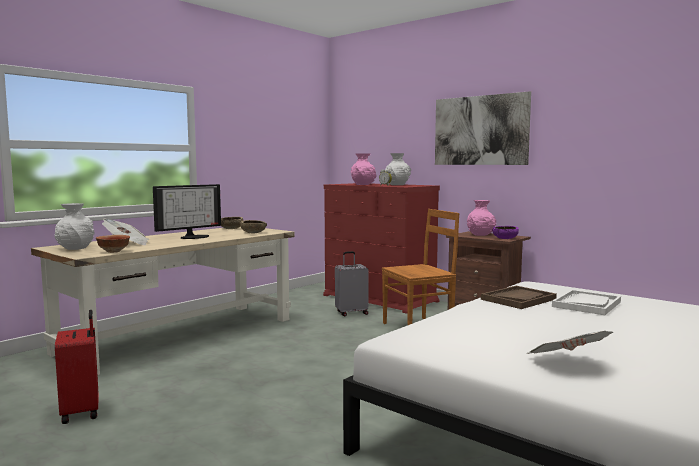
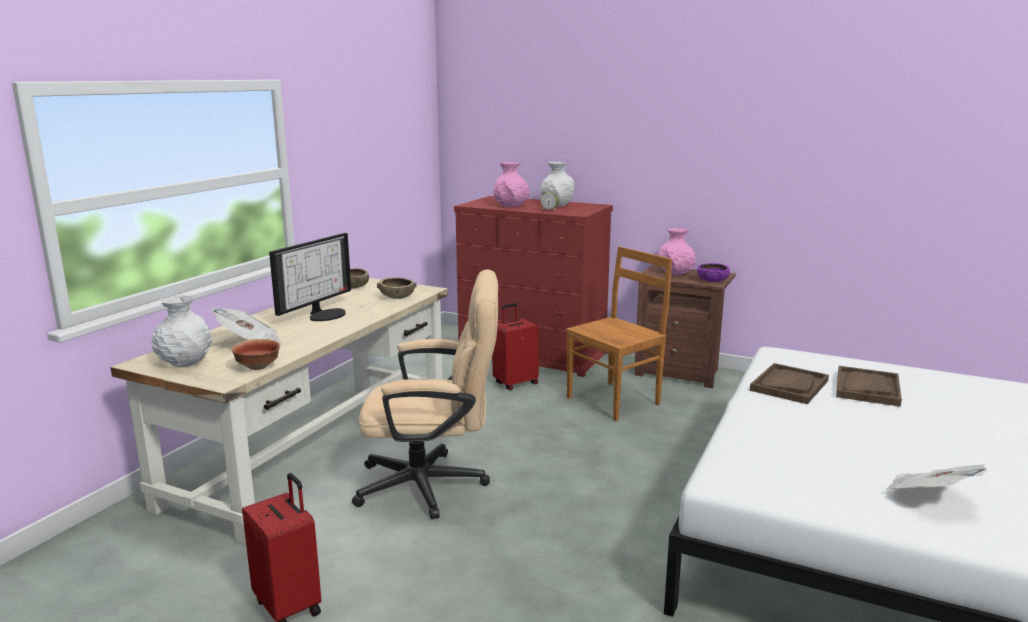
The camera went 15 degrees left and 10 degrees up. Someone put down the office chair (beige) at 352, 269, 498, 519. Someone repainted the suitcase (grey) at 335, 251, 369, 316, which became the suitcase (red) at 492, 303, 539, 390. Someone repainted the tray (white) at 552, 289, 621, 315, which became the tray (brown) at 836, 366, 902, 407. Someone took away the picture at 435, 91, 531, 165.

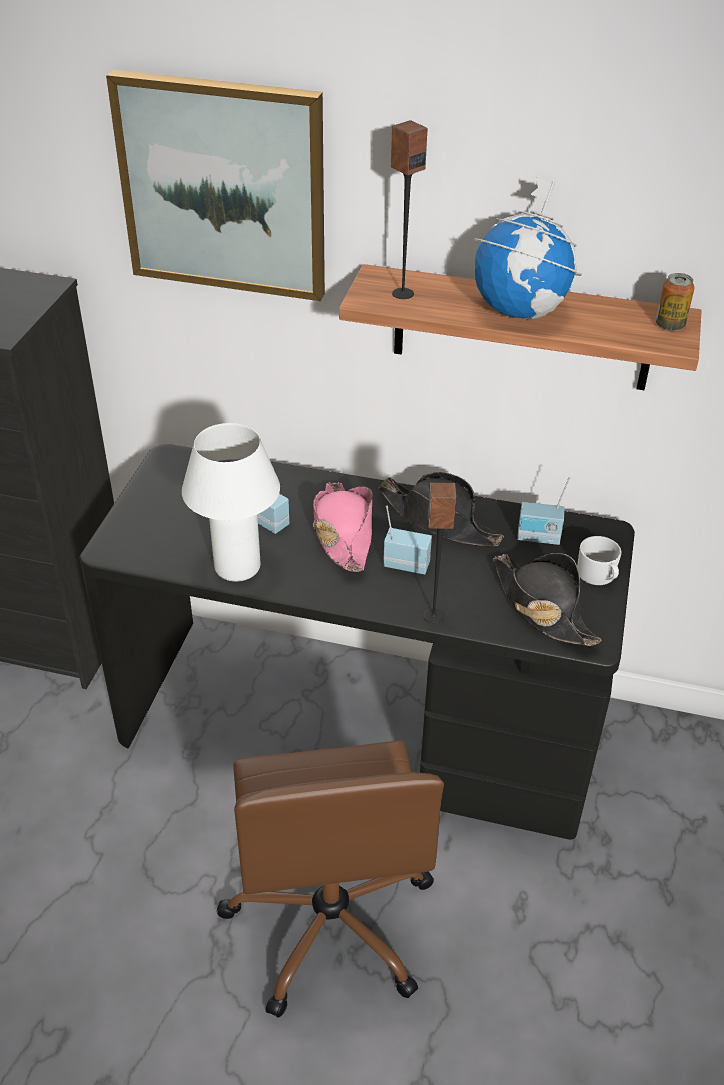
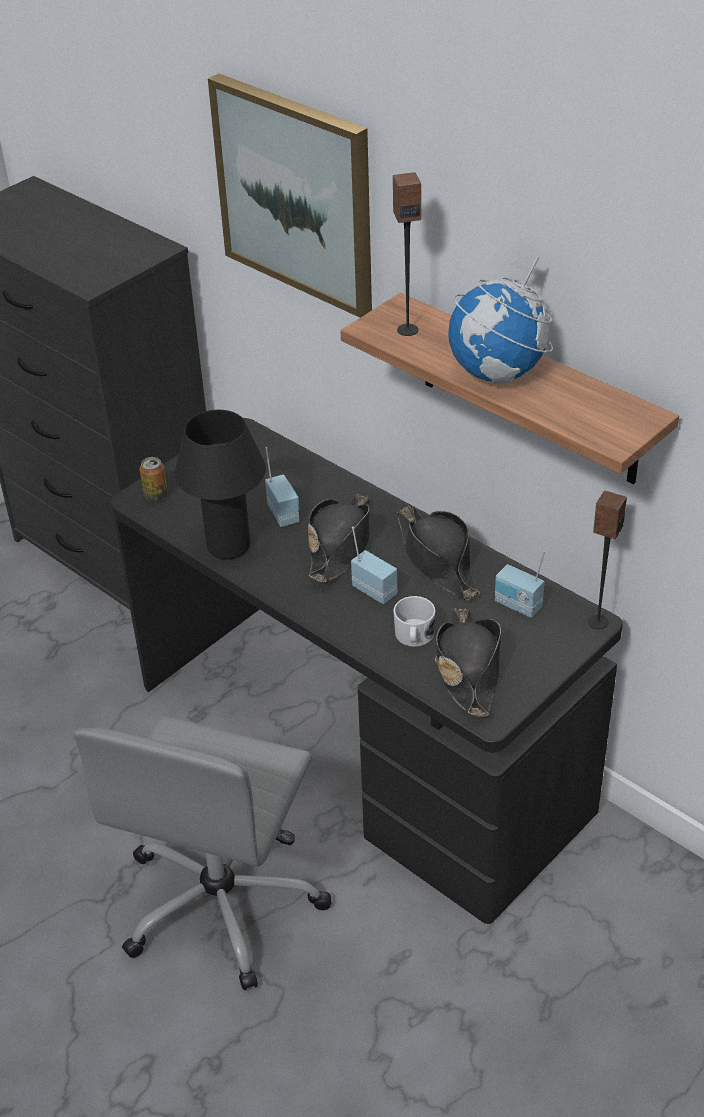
The camera went 30 degrees right and 0 degrees up. Someone repainted the office chair (brown) at 217, 740, 444, 1017, which became the office chair (grey) at 73, 716, 331, 990. Someone carried the can from 656, 273, 694, 331 to 140, 457, 168, 502. Someone repainted the table lamp (white) at 182, 423, 280, 582, which became the table lamp (black) at 174, 410, 266, 560. Someone repainted the hat (pink) at 313, 482, 373, 572, which became the hat (black) at 308, 494, 370, 582. Someone carried the mug (white) from 577, 536, 621, 585 to 393, 596, 436, 647. Someone carried the speaker from 423, 482, 456, 623 to 588, 491, 627, 629.

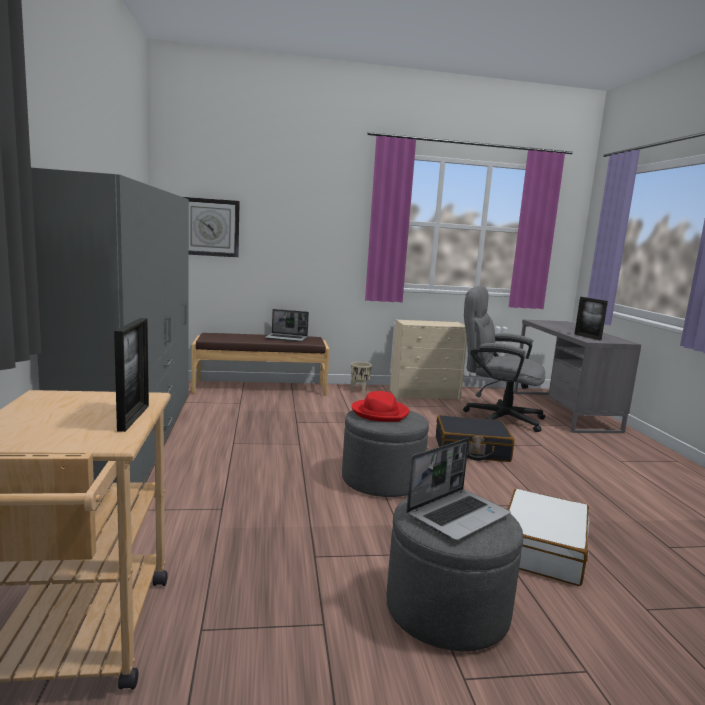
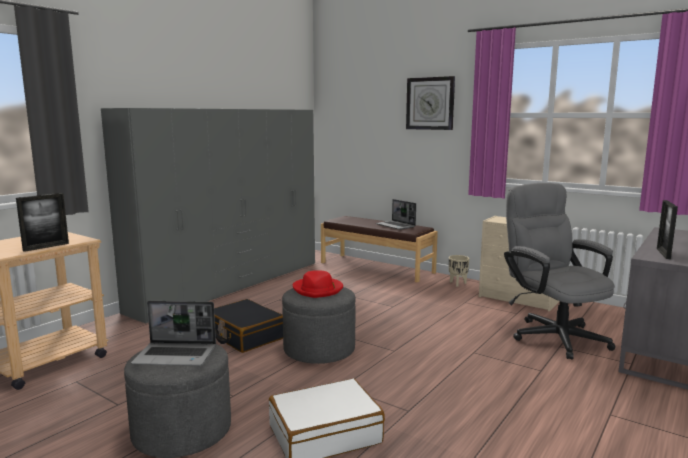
The camera went 45 degrees right and 0 degrees up. Someone carried the suitcase (black) from 436, 415, 515, 462 to 214, 299, 283, 353. Someone carried the wall clock from 184, 197, 240, 257 to 406, 76, 455, 130.

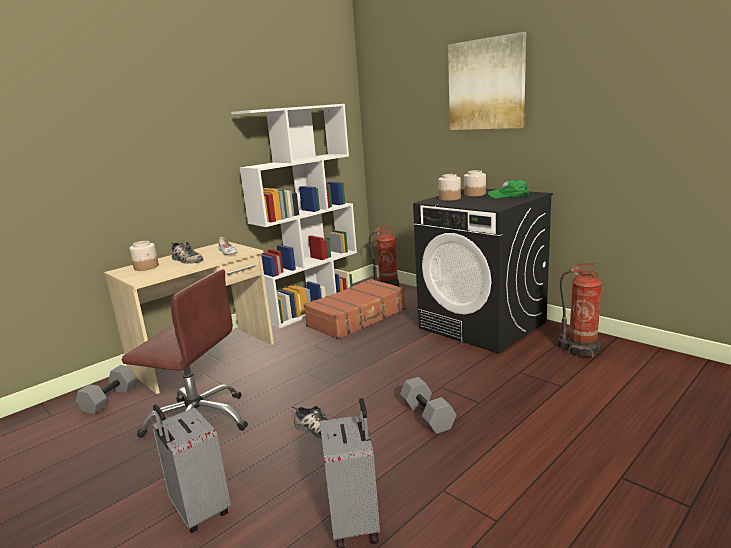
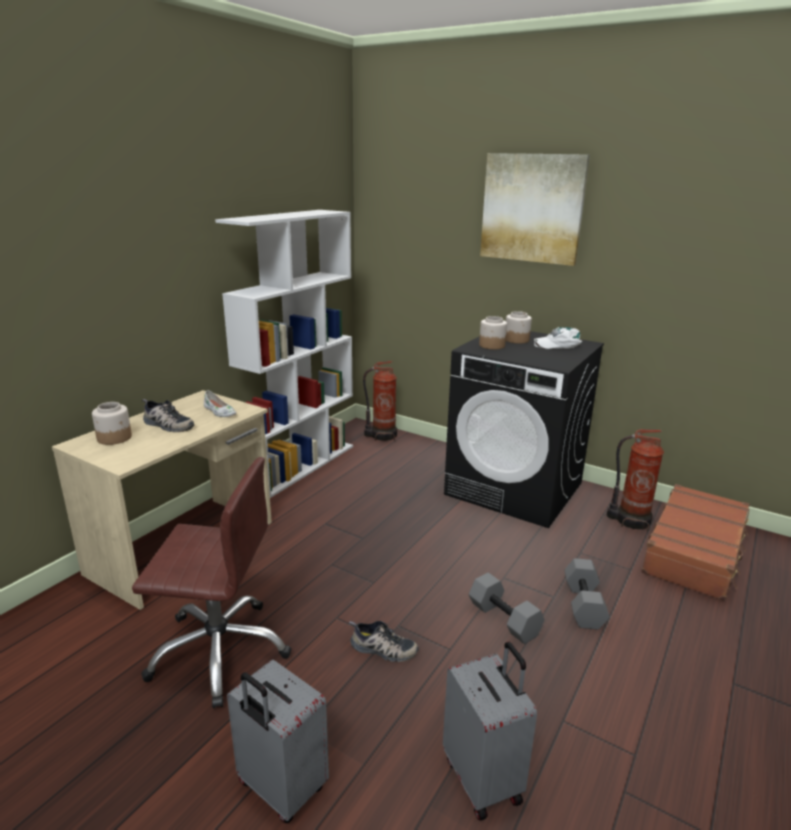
The camera went 15 degrees left and 5 degrees up. Someone repainted the cap (green) at 487, 180, 529, 198, which became the cap (white) at 533, 327, 582, 349. Someone carried the dumbbell (grey) from 76, 365, 137, 415 to 564, 558, 610, 630. Someone carried the suitcase (brown) from 304, 279, 406, 340 to 641, 484, 750, 601.

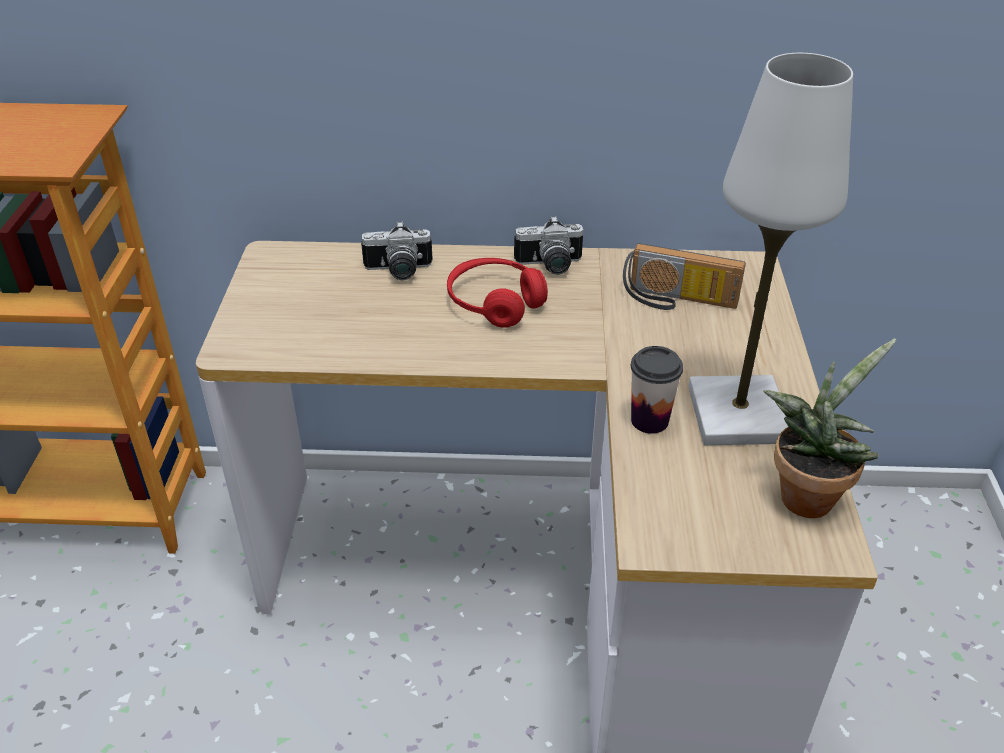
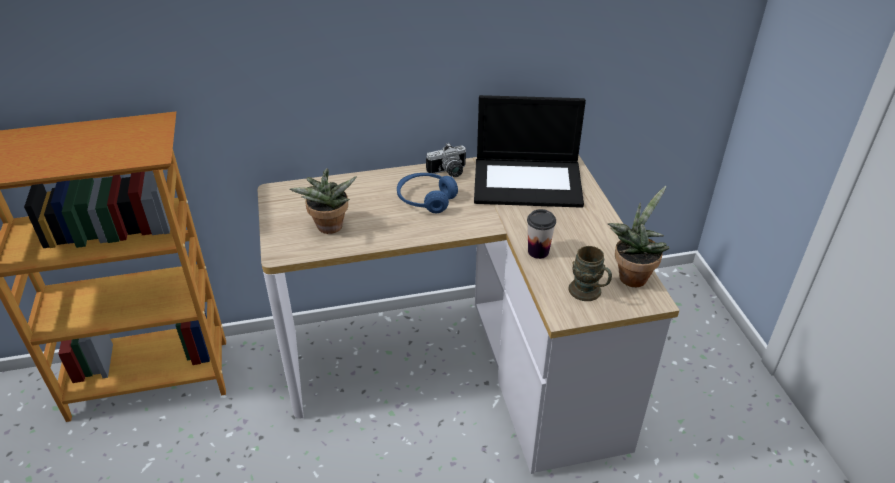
The camera went 15 degrees left and 0 degrees up. Someone put down the potted plant at 290, 168, 356, 234. Someone repainted the headphones (red) at 447, 258, 548, 328, which became the headphones (blue) at 397, 173, 458, 213. Someone swapped the radio at 623, 243, 746, 310 for the laptop at 474, 95, 586, 208. Someone put down the mug (brown) at 568, 246, 612, 301. Someone took away the photo camera at 361, 221, 433, 280. Someone took away the table lamp (white) at 688, 53, 853, 445.

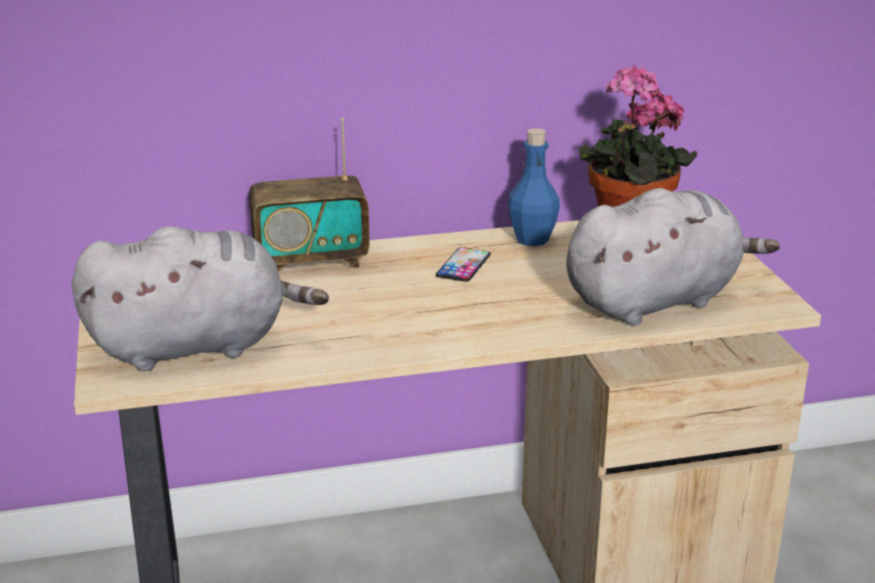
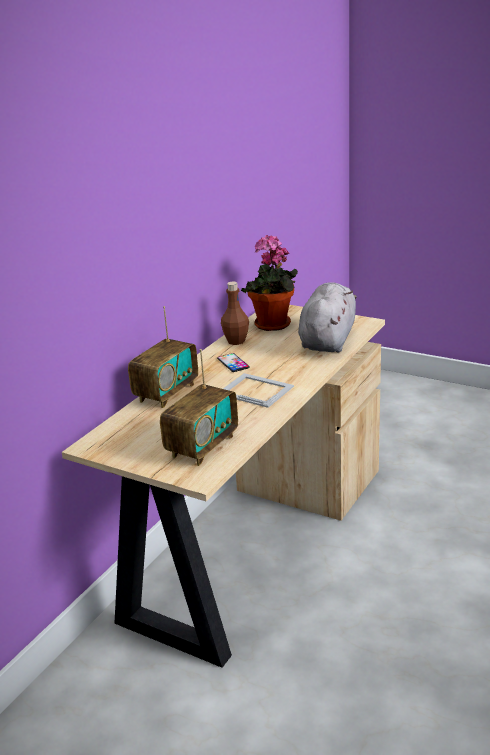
The camera went 45 degrees left and 0 degrees up. Someone swapped the plush toy (grey) at 72, 226, 329, 371 for the radio at 160, 349, 238, 466. Someone repainted the bottle (blue) at 508, 128, 560, 246, which became the bottle (brown) at 221, 282, 249, 345. Someone put down the picture frame at 223, 373, 294, 408.

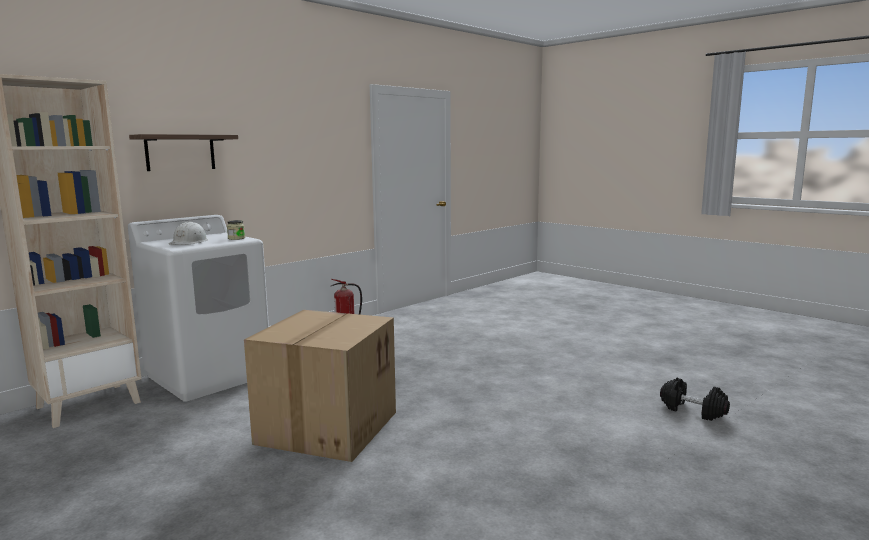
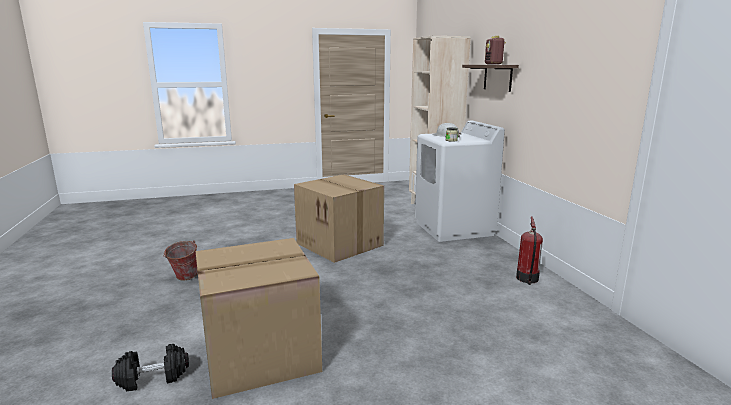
The camera went 120 degrees right and 5 degrees up. Someone put down the bucket at 163, 240, 198, 281. Someone put down the cardboard box at 196, 238, 322, 399. Someone put down the radio at 485, 36, 506, 65.

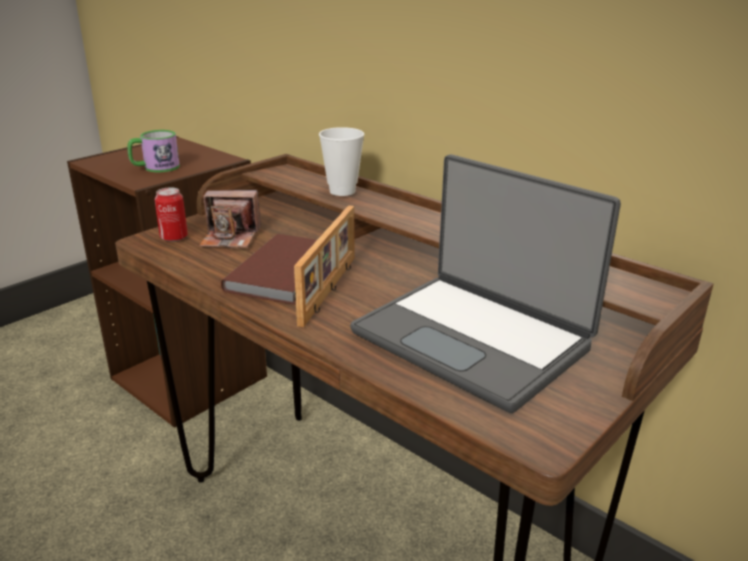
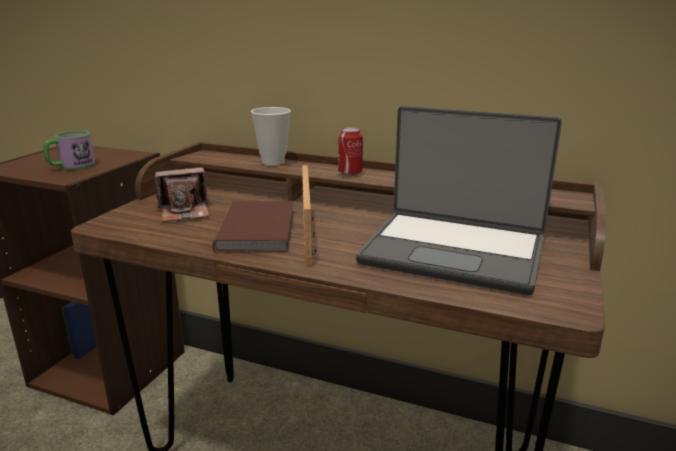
The camera went 20 degrees left and 5 degrees down. Someone carried the can from 155, 187, 188, 242 to 338, 127, 363, 176.

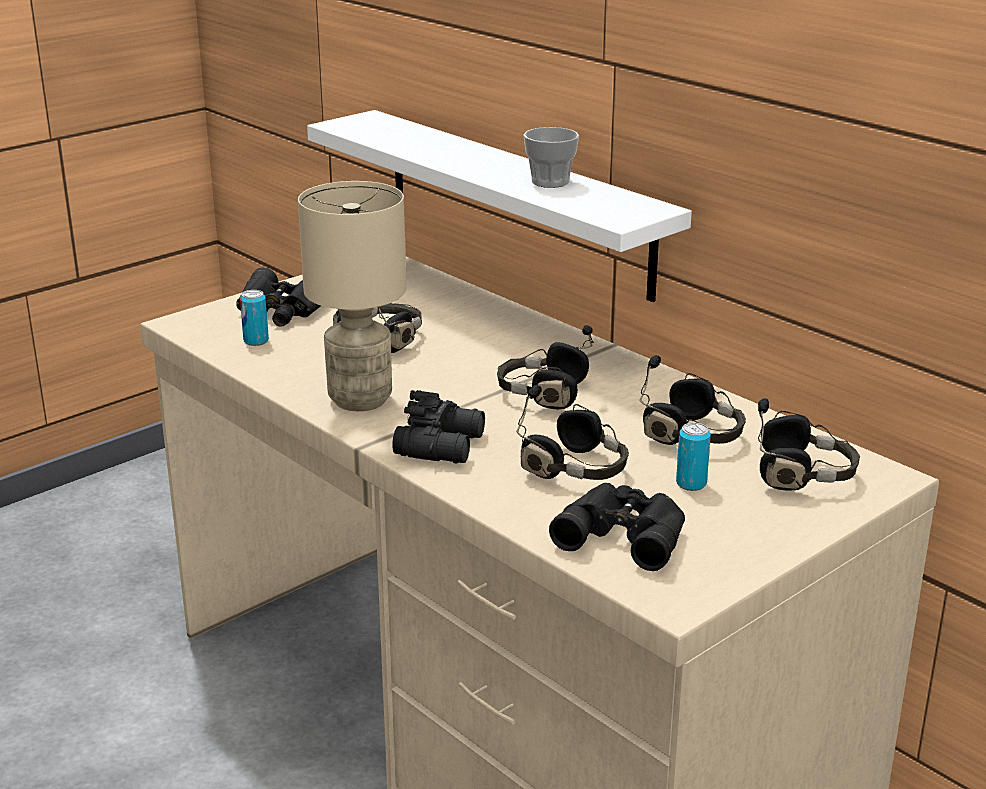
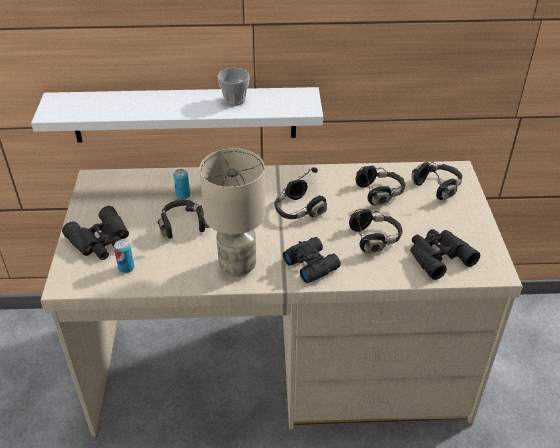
The camera went 50 degrees left and 15 degrees up. Someone carried the can from 676, 423, 711, 491 to 173, 169, 190, 200.

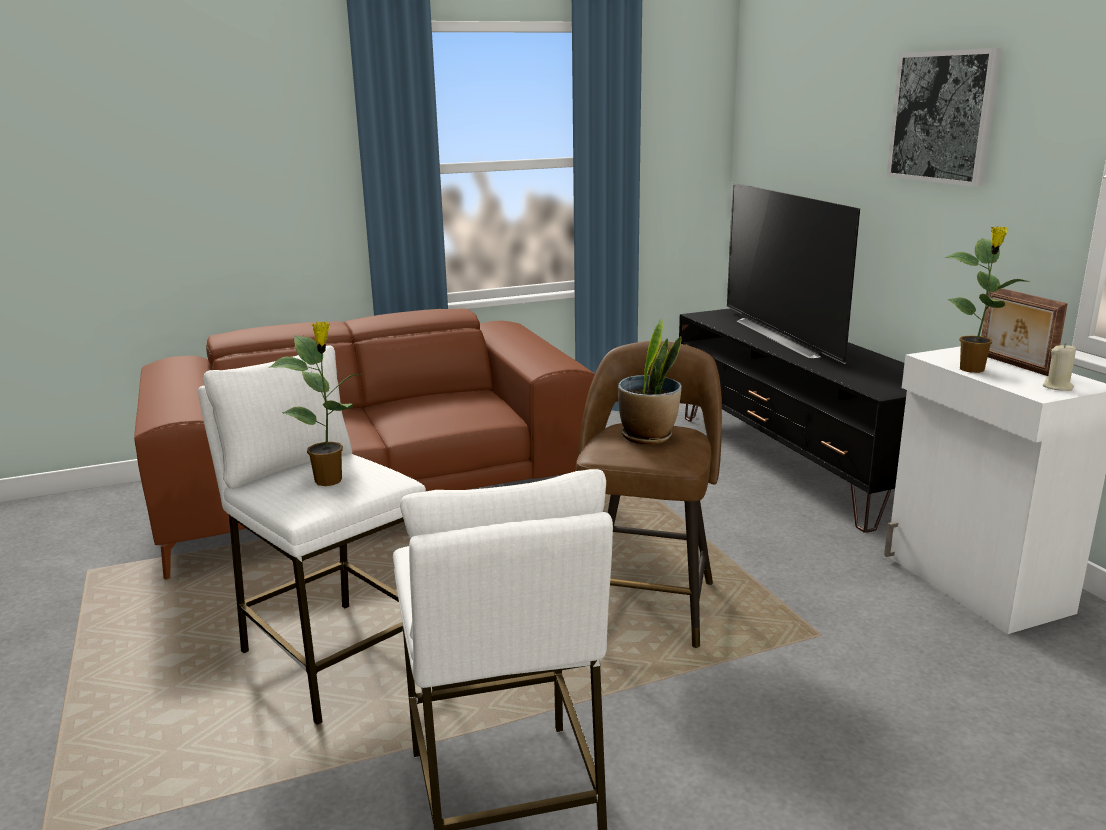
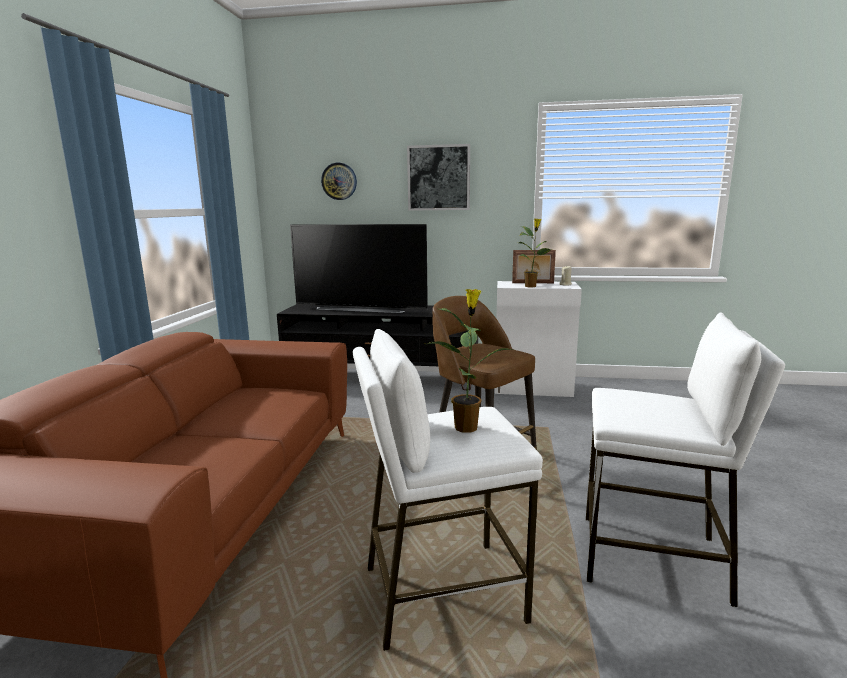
The camera went 60 degrees left and 5 degrees down. Someone put up the wall clock at 321, 163, 357, 200. Someone took away the potted plant at 618, 319, 681, 445.

